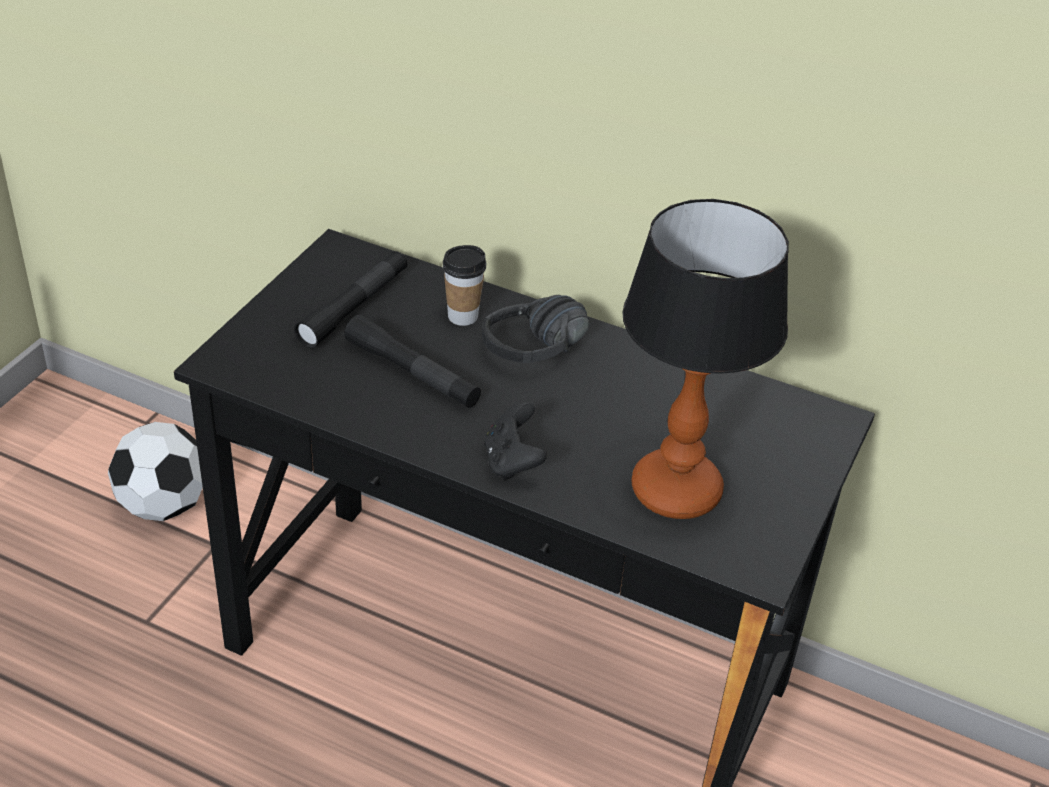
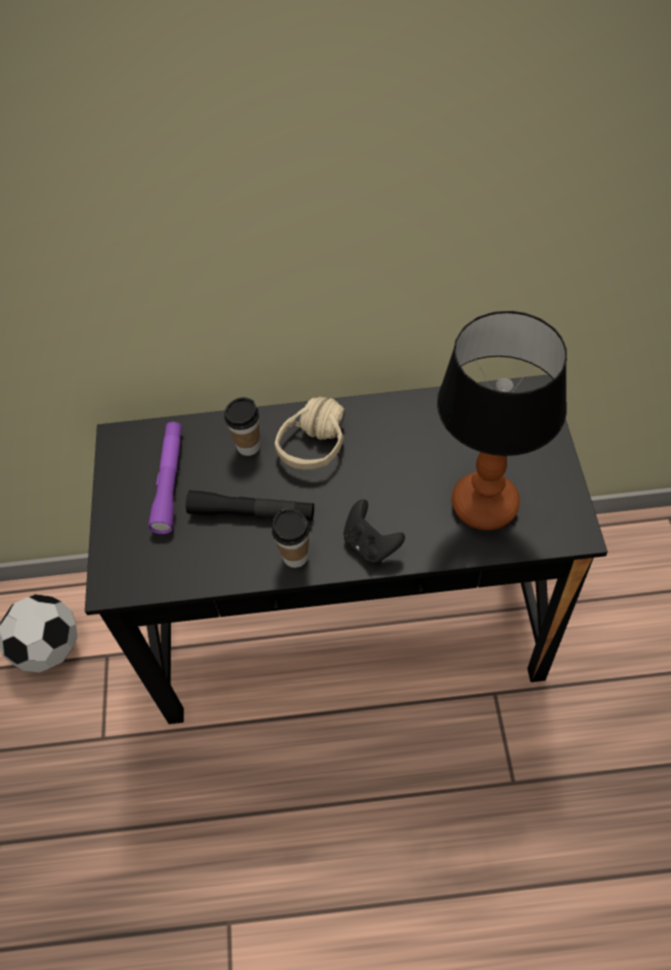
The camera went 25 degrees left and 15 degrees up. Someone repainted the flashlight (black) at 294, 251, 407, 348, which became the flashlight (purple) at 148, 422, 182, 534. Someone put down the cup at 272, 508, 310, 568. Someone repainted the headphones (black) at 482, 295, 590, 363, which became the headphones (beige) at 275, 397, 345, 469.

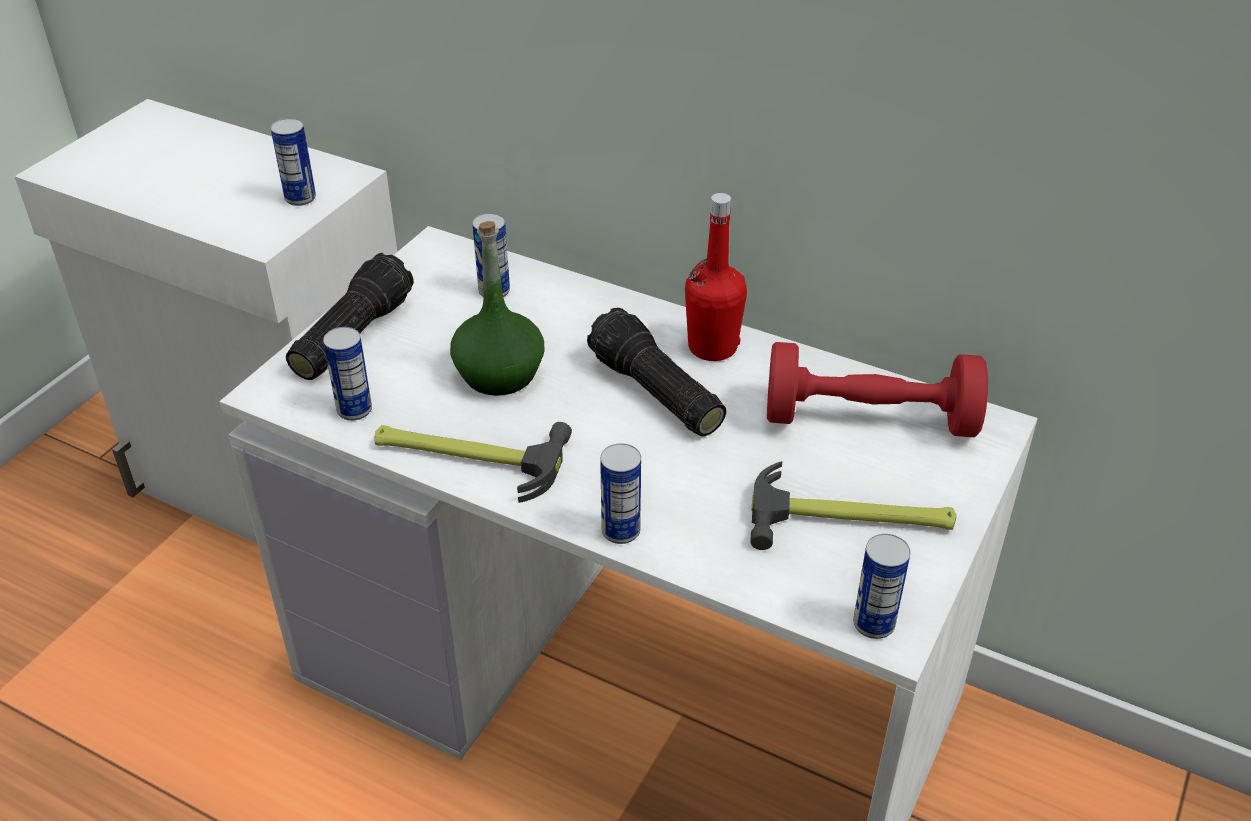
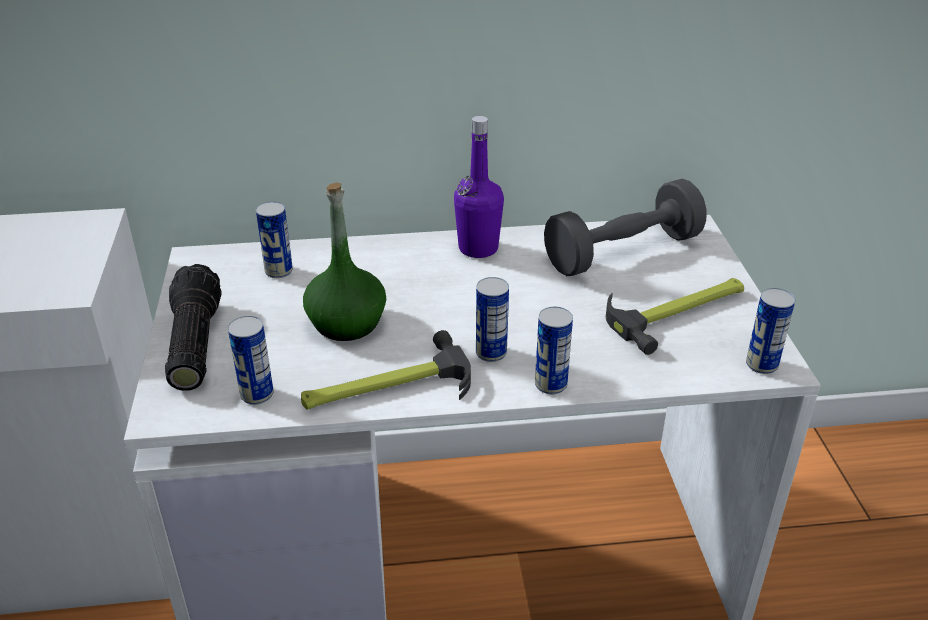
The camera went 35 degrees left and 5 degrees down. Someone repainted the bottle (red) at 685, 193, 747, 361, which became the bottle (purple) at 454, 116, 504, 258. Someone carried the can from 271, 118, 316, 206 to 476, 277, 509, 362. Someone repainted the dumbbell (red) at 767, 342, 988, 437, which became the dumbbell (grey) at 544, 179, 707, 276. Someone took away the flashlight at 587, 307, 726, 436.

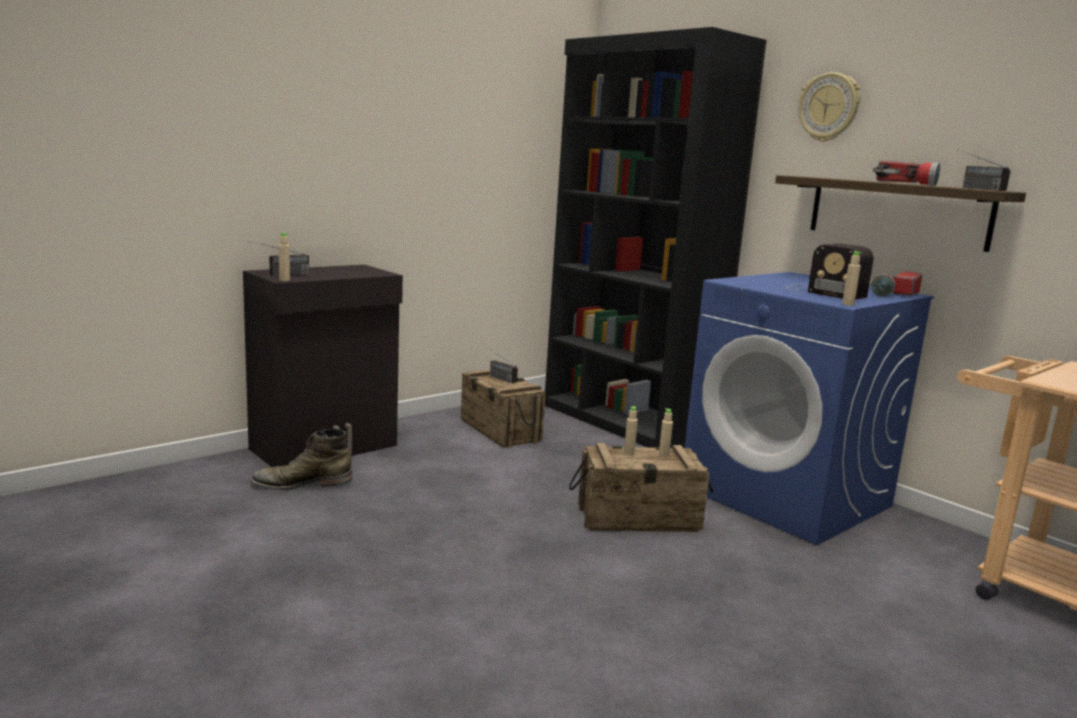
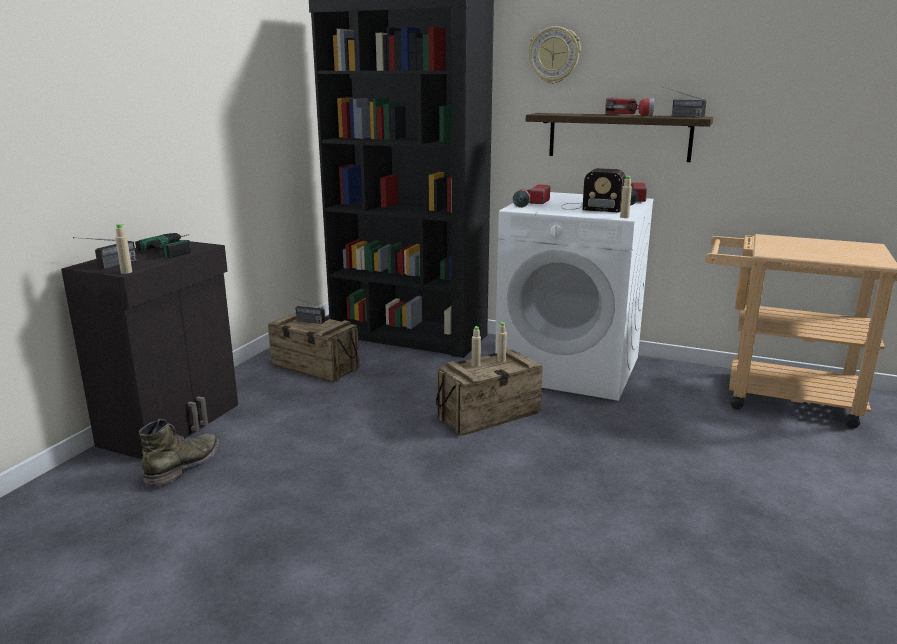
The camera went 25 degrees left and 5 degrees up. Someone put down the power drill at 135, 233, 191, 258. Someone rotated the boot (green) at 251, 429, 353, 490 by 150 degrees clockwise. Someone repainted the washing machine (blue) at 685, 272, 934, 545, which became the washing machine (white) at 495, 192, 654, 401. Someone put down the flashlight at 513, 184, 550, 208.

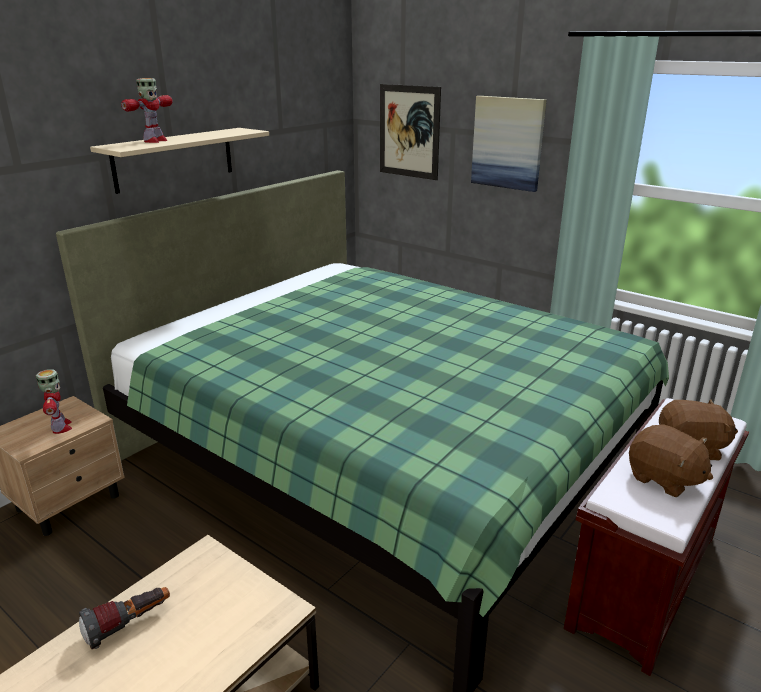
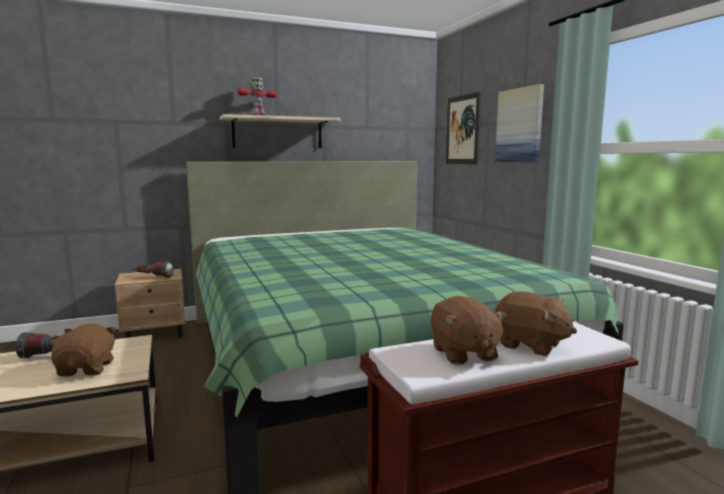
The camera went 30 degrees right and 15 degrees down. Someone put down the plush toy (brown) at 51, 323, 116, 377. Someone swapped the toy robot at 36, 369, 72, 434 for the flashlight at 134, 261, 173, 278.

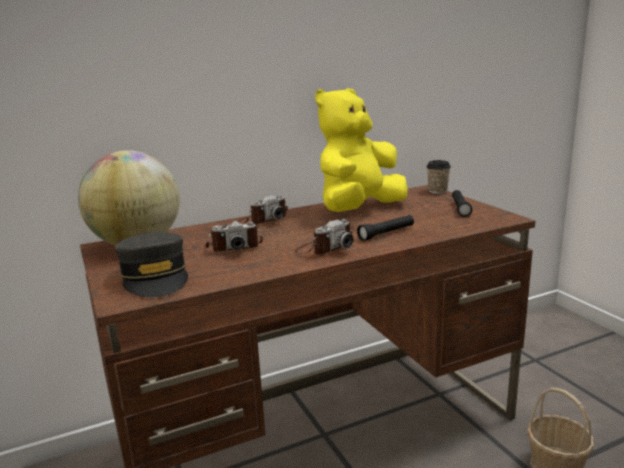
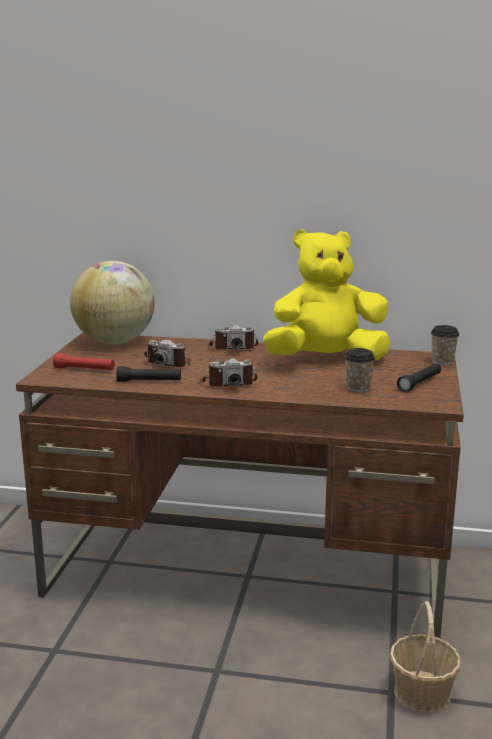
The camera went 35 degrees right and 0 degrees up. Someone swapped the cap (grey) at 115, 232, 188, 297 for the flashlight (red) at 53, 353, 114, 370. Someone carried the flashlight (black) from 357, 215, 414, 241 to 116, 366, 181, 382. Someone put down the cup at 344, 348, 375, 392.

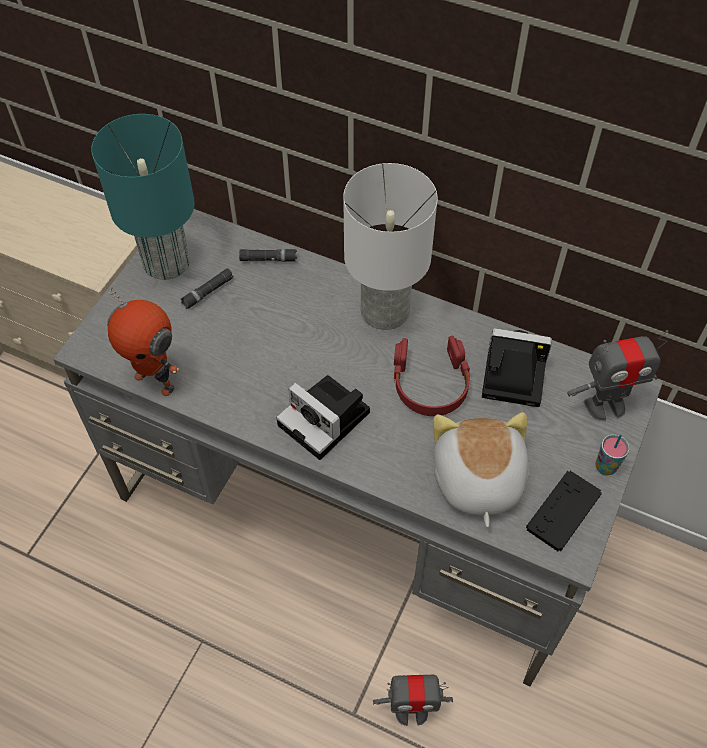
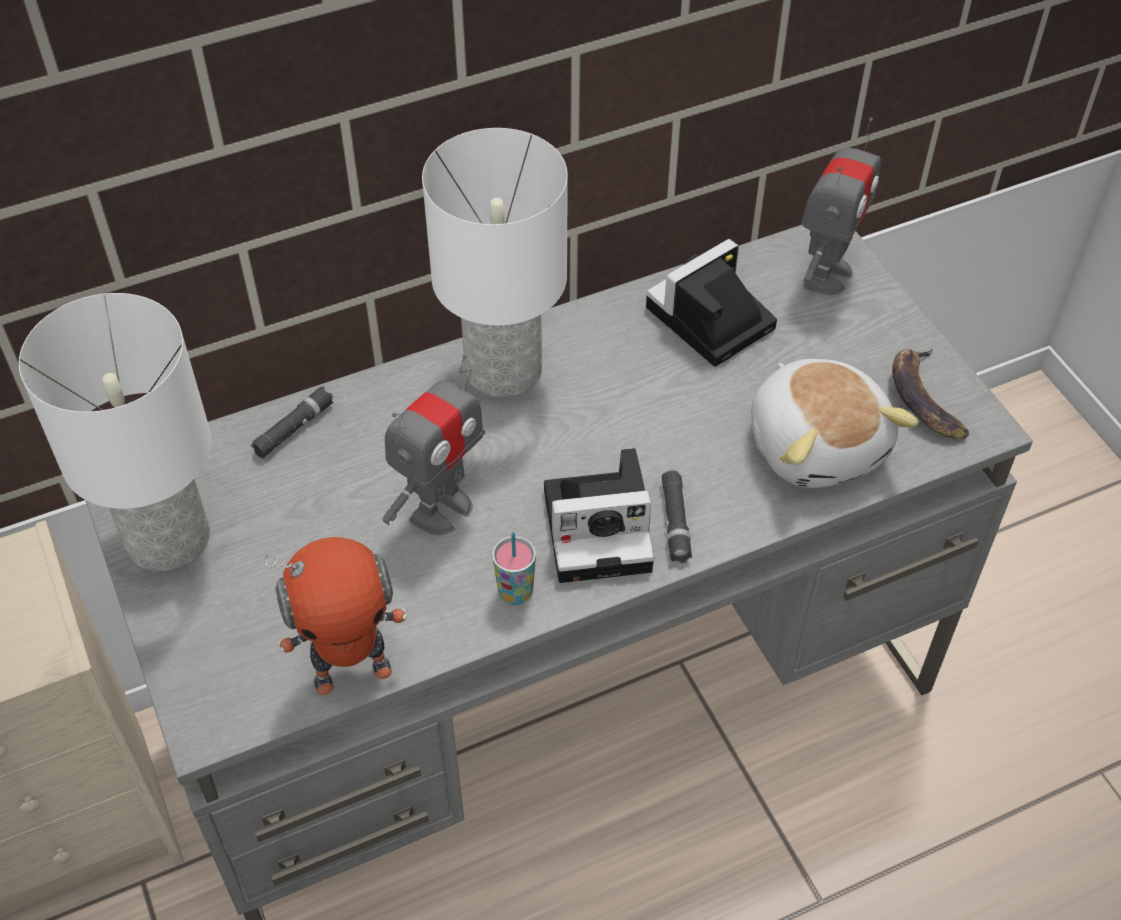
The camera went 50 degrees left and 5 degrees down. Someone repainted the table lamp (turquoise) at 91, 114, 195, 280, which became the table lamp (white) at 19, 293, 211, 571. Someone carried the toy robot from 373, 675, 453, 726 to 382, 354, 485, 535. Someone carried the cup from 595, 434, 630, 476 to 492, 532, 536, 605. Someone carried the flashlight (black) from 181, 268, 234, 309 to 662, 470, 692, 563. Someone rotated the plush toy at 433, 412, 529, 527 by 150 degrees counterclockwise. Someone swapped the game controller (black) at 526, 471, 602, 551 for the banana at 892, 349, 969, 439. Someone took away the headphones (red) at 394, 336, 470, 416.

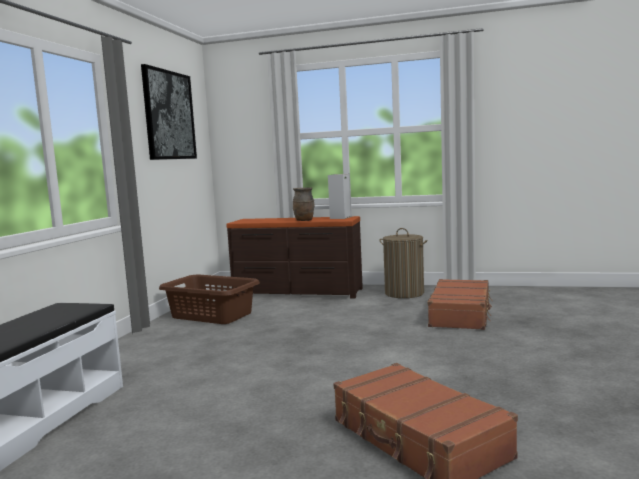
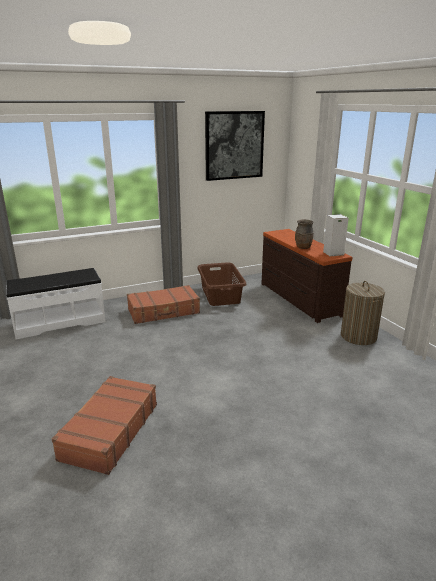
The camera went 50 degrees right and 15 degrees up. Someone carried the suitcase (brown) from 428, 279, 493, 330 to 127, 285, 200, 324.

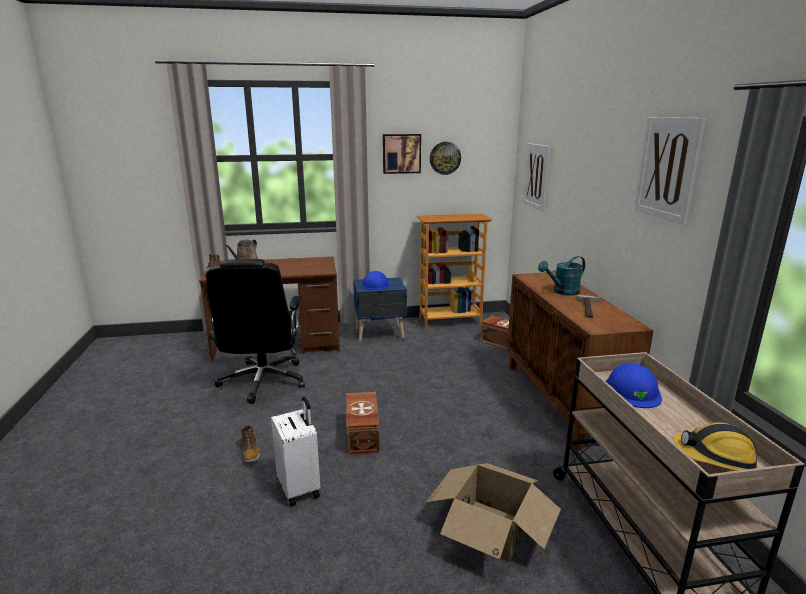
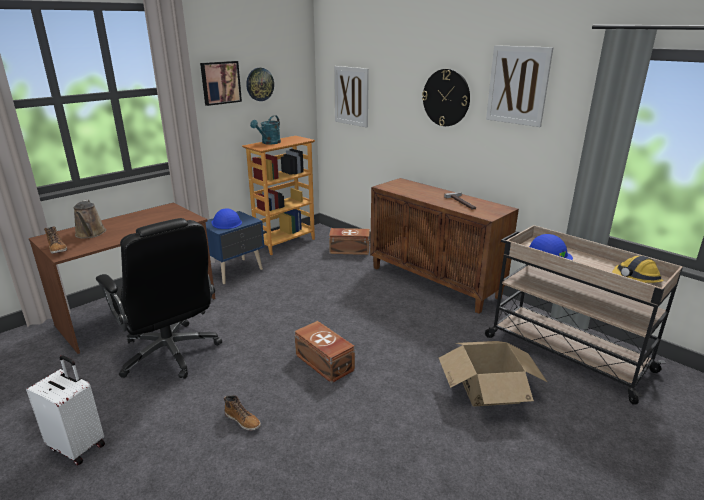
The camera went 35 degrees left and 5 degrees up. Someone carried the suitcase (white) from 271, 396, 320, 506 to 26, 355, 105, 466. Someone carried the watering can (turquoise) from 538, 256, 585, 295 to 250, 115, 281, 144. Someone put up the wall clock at 422, 69, 470, 126.

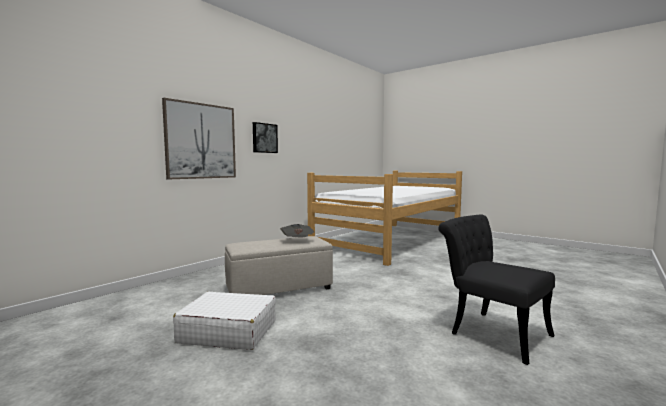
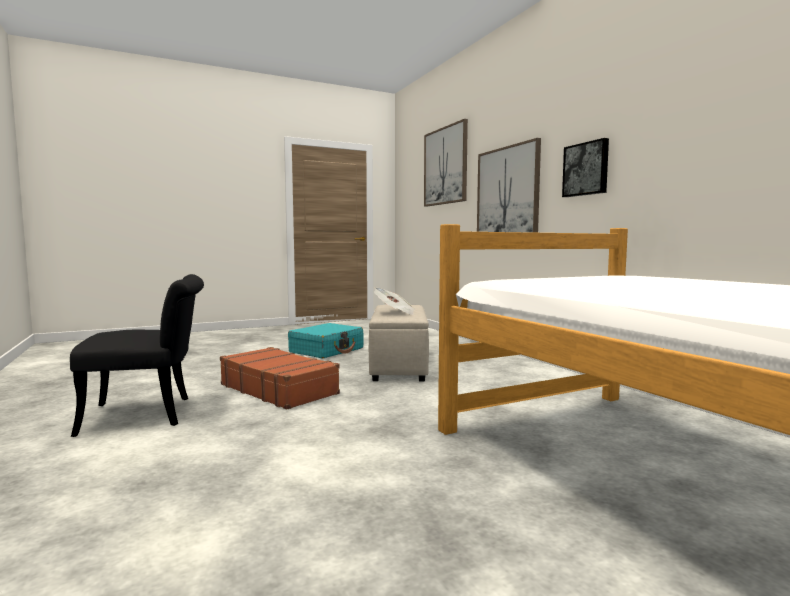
The camera went 115 degrees right and 0 degrees up. Someone put down the suitcase (brown) at 220, 347, 340, 410. Someone repainted the suitcase (white) at 173, 292, 276, 350, which became the suitcase (turquoise) at 288, 323, 364, 358. Someone put up the picture at 424, 119, 468, 207.

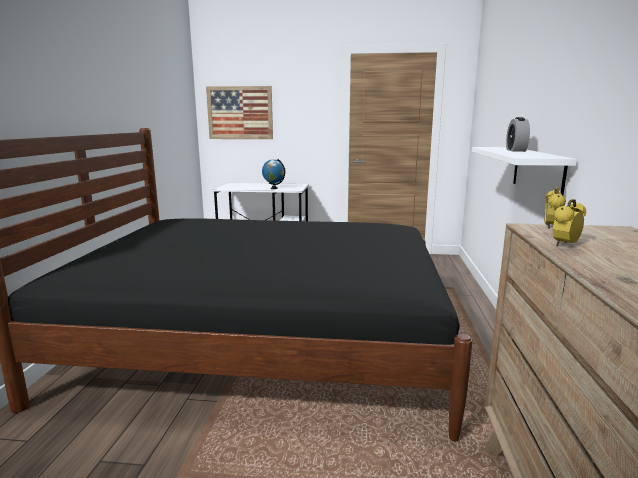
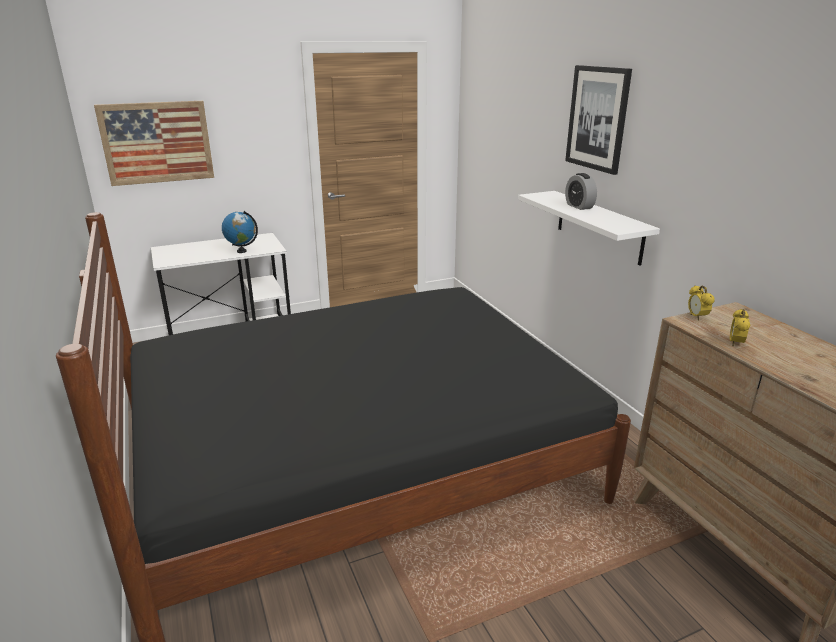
The camera went 30 degrees left and 10 degrees up. Someone put up the picture at 565, 65, 632, 175.

